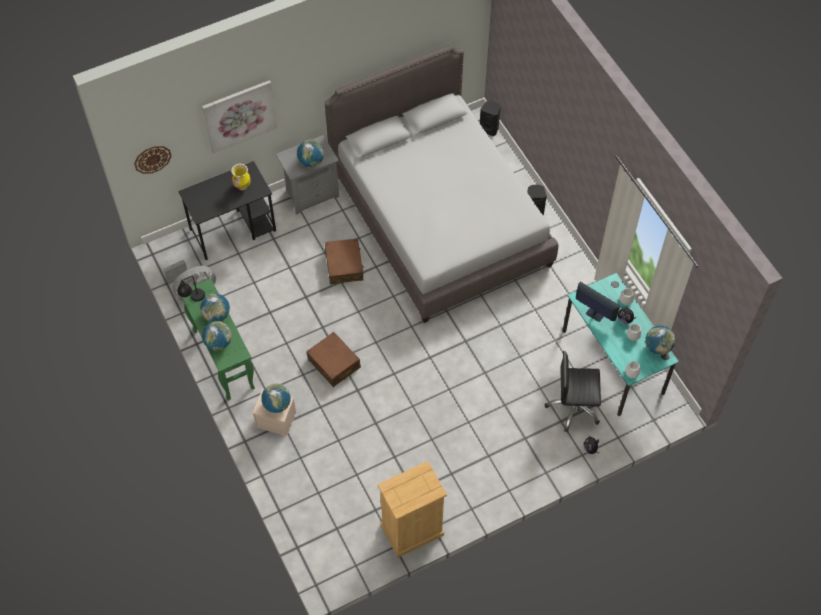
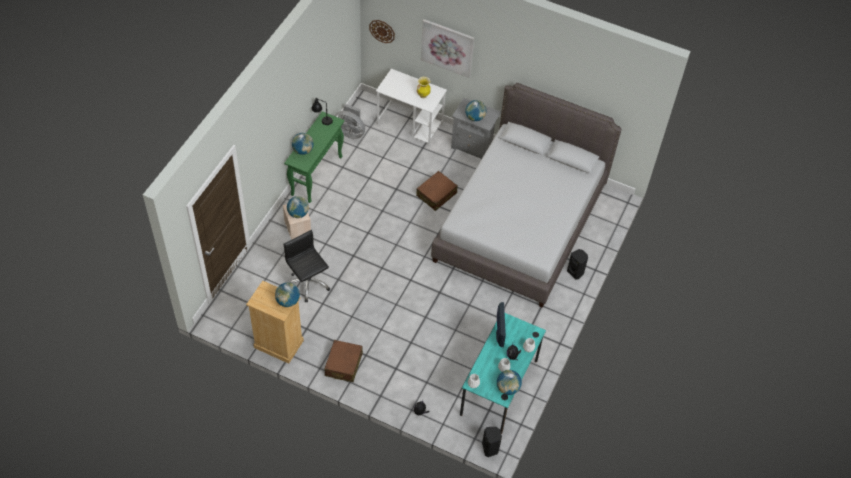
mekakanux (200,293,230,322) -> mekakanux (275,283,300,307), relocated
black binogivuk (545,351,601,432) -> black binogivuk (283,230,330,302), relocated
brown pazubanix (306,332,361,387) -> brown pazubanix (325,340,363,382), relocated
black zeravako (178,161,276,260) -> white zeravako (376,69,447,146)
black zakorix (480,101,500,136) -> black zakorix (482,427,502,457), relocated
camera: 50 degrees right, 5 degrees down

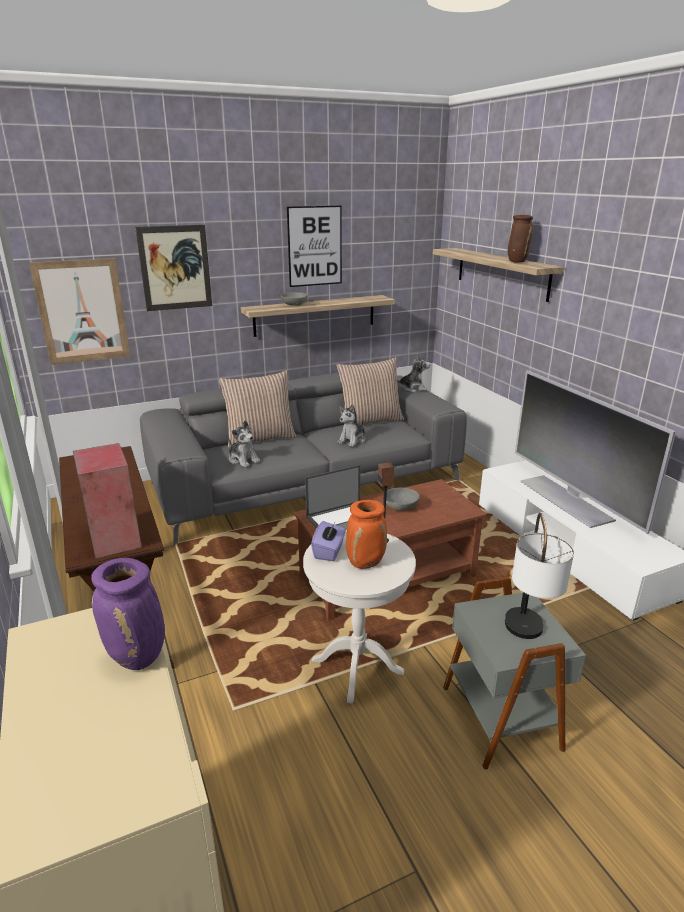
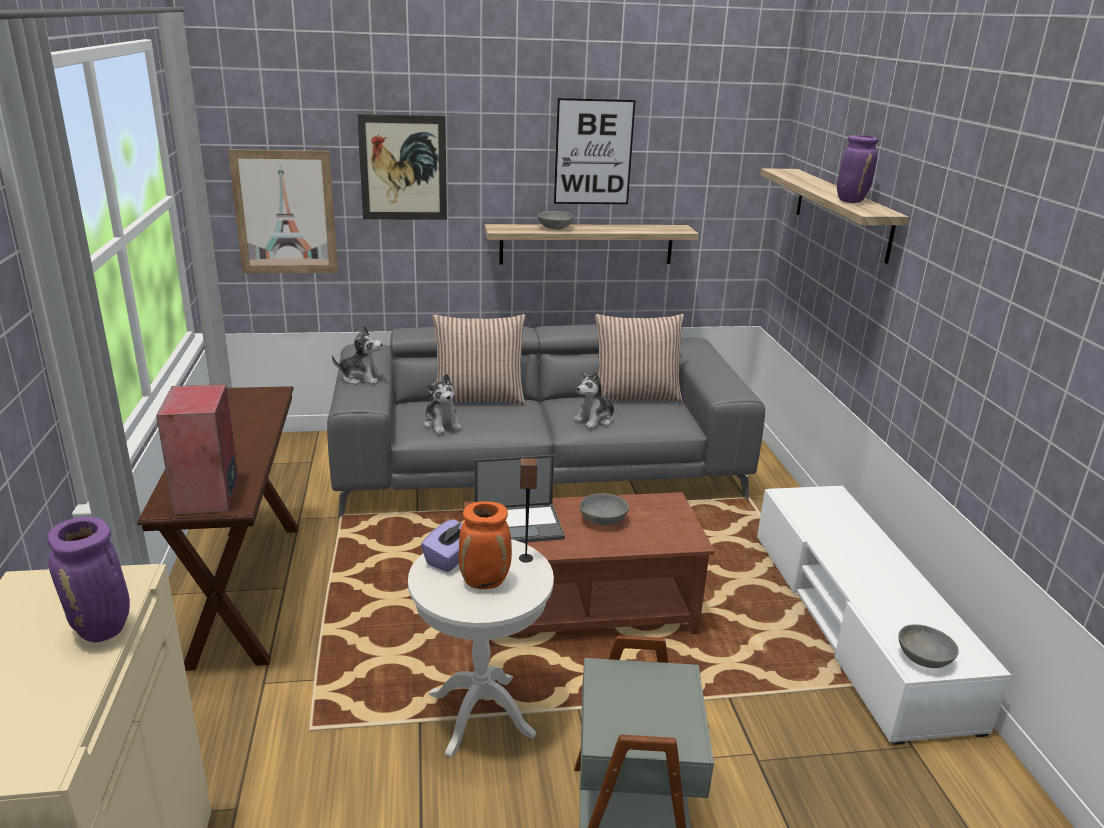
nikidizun (397,353,430,392) -> nikidizun (332,325,383,385), relocated
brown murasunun (508,215,533,263) -> purple murasunun (837,135,878,203)
none -> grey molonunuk (898,625,959,668)
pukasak (505,513,574,639) -> none
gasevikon (515,370,676,534) -> none
camera: 15 degrees right, 0 degrees up

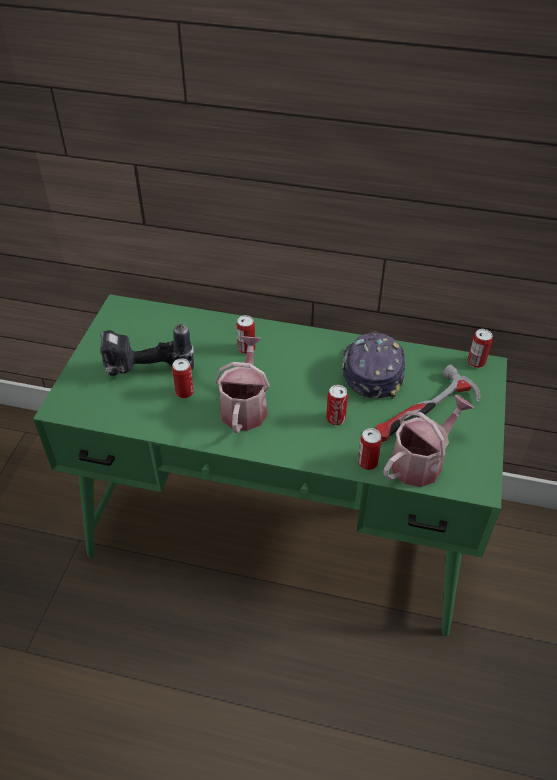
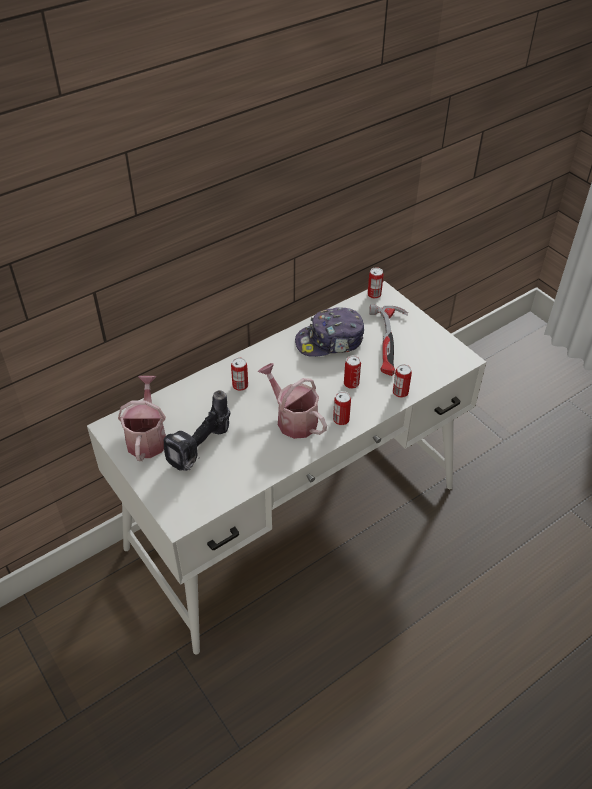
green zeravako (33,294,507,636) -> white zeravako (87,281,486,654)
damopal (383,395,474,487) -> damopal (118,376,166,461), relocated
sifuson (342,331,406,399) -> sifuson (295,307,364,357), 60 degrees counterclockwise
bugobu (172,358,194,398) -> bugobu (333,391,351,425), relocated
camera: 50 degrees left, 0 degrees up

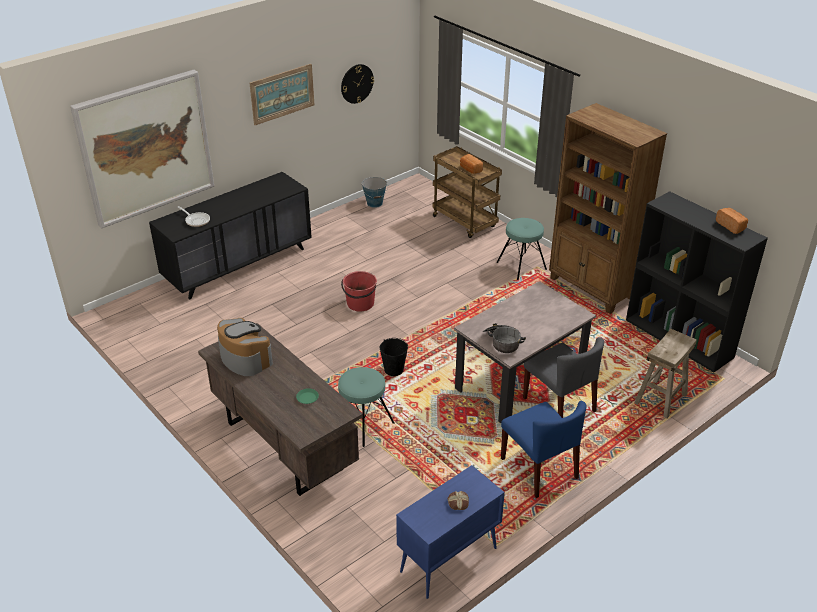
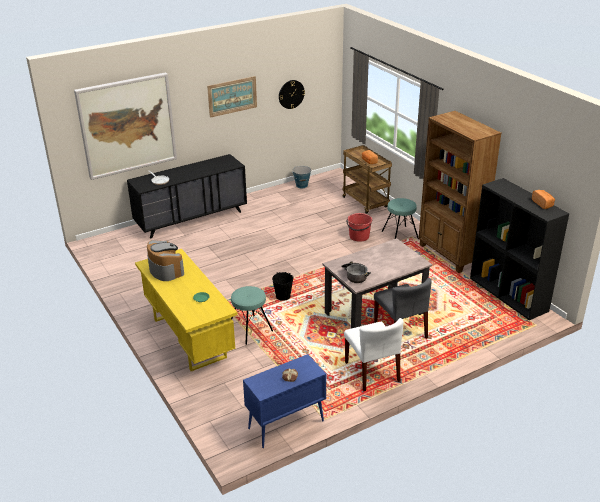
brown zeravako (198,323,363,496) -> yellow zeravako (135,249,238,371)
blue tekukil (501,401,586,498) -> white tekukil (344,318,403,391)
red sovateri (341,271,377,311) -> red sovateri (347,213,372,242), relocated
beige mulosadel (634,329,697,419) -> none
camera: 10 degrees right, 5 degrees down

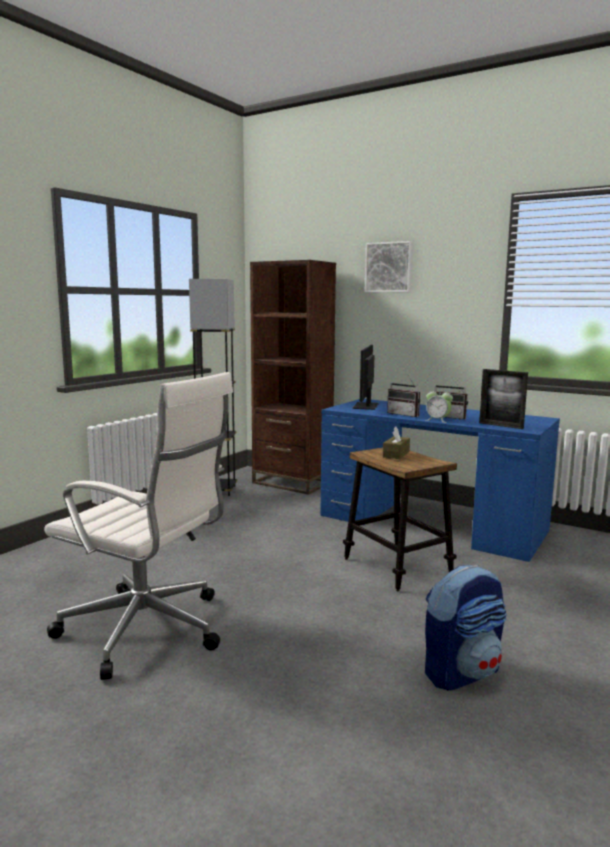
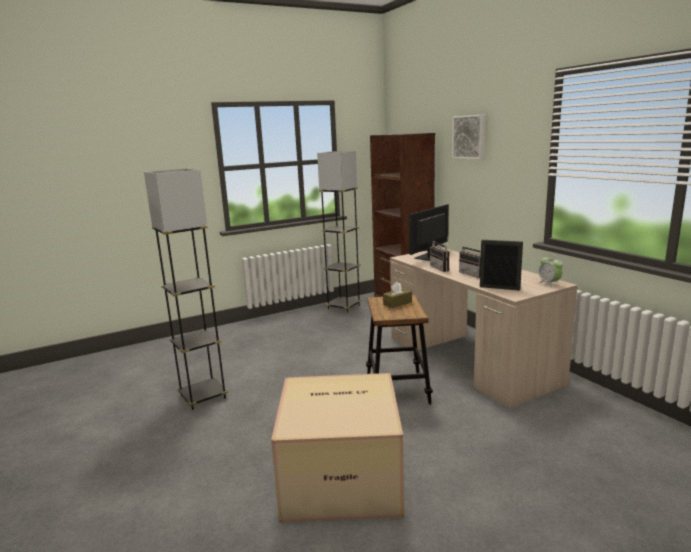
white binogivuk (44,372,233,680) -> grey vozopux (144,168,228,410)
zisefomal (425,565,507,691) -> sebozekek (271,373,404,522)
blue zeravako (320,399,560,562) -> beige zeravako (390,248,578,408)
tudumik (479,369,528,429) -> tudumik (480,240,523,291), 135 degrees clockwise
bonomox (426,388,453,423) -> bonomox (538,254,563,287), relocated
camera: 30 degrees right, 5 degrees up

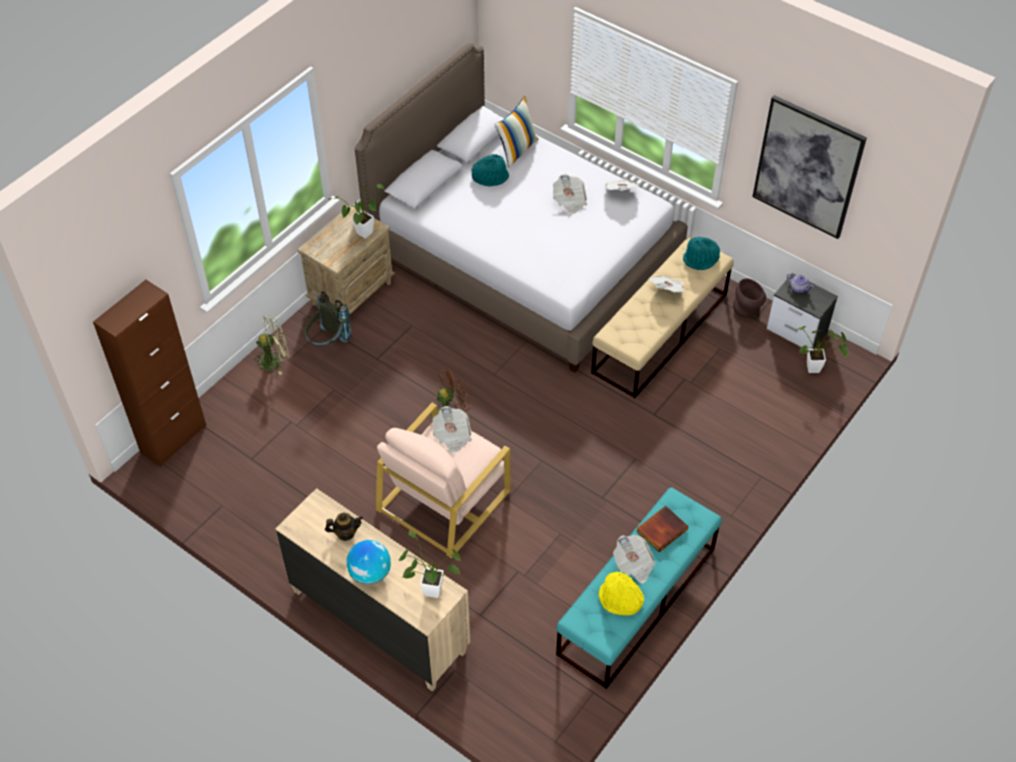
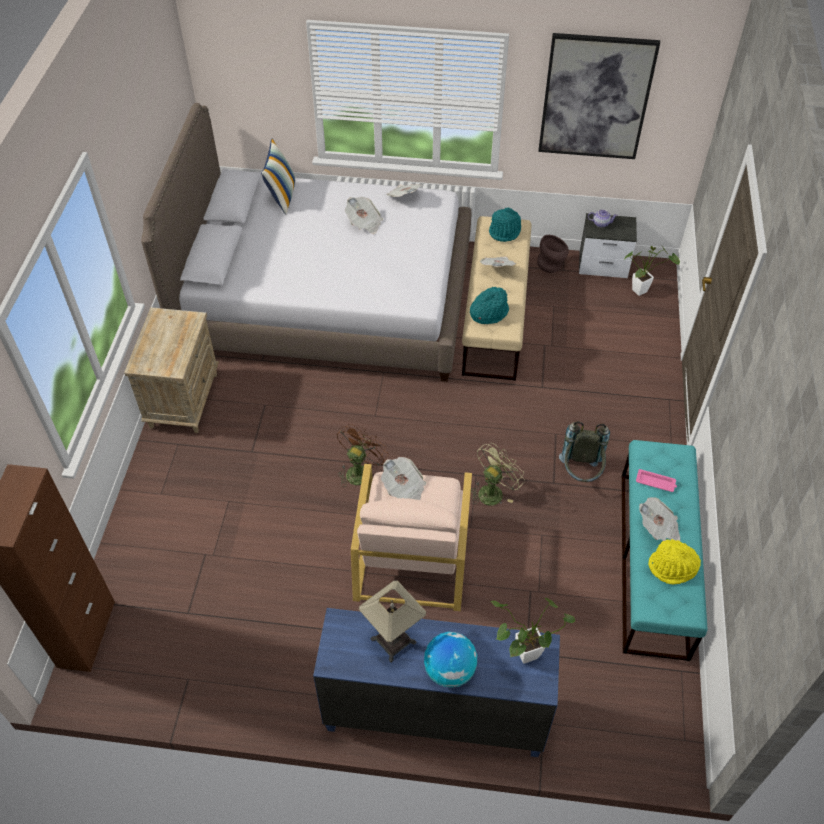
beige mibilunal (275,488,470,692) -> blue mibilunal (313,608,560,757)
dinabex (325,513,363,541) -> pukasak (359,580,426,662)
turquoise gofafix (471,154,509,186) -> turquoise gofafix (470,287,509,324), relocated
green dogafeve (252,315,289,375) -> green dogafeve (471,443,525,506), relocated
grey zisefomal (305,291,352,346) -> grey zisefomal (559,421,610,482), relocated
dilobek (637,506,688,552) -> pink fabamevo (636,469,677,492)
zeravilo (328,184,384,239) -> none
camera: 30 degrees left, 0 degrees up

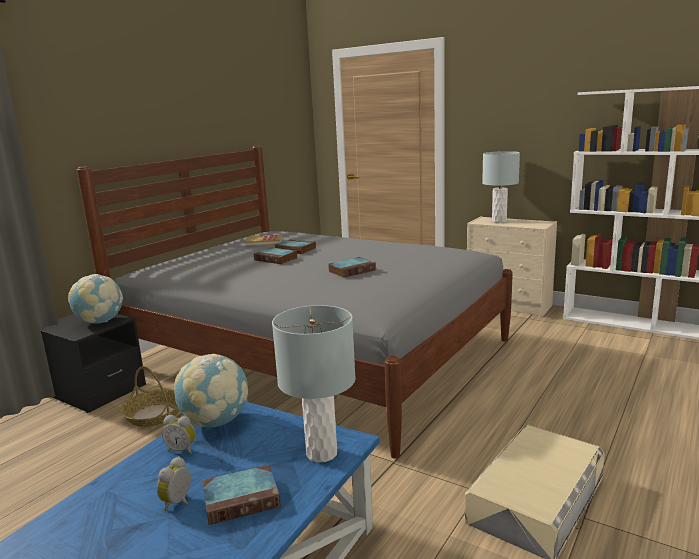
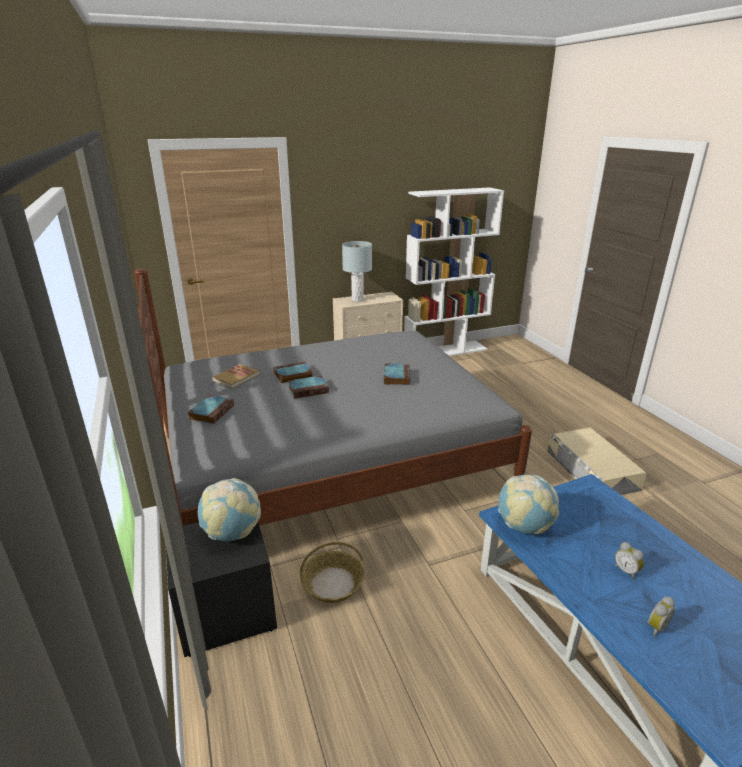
dilobek (202,465,281,525) -> dilobek (188,395,234,424), relocated
bonomox (162,415,196,454) -> bonomox (647,596,675,636), relocated
grey pukasak (272,305,356,462) -> none
camera: 55 degrees left, 10 degrees up

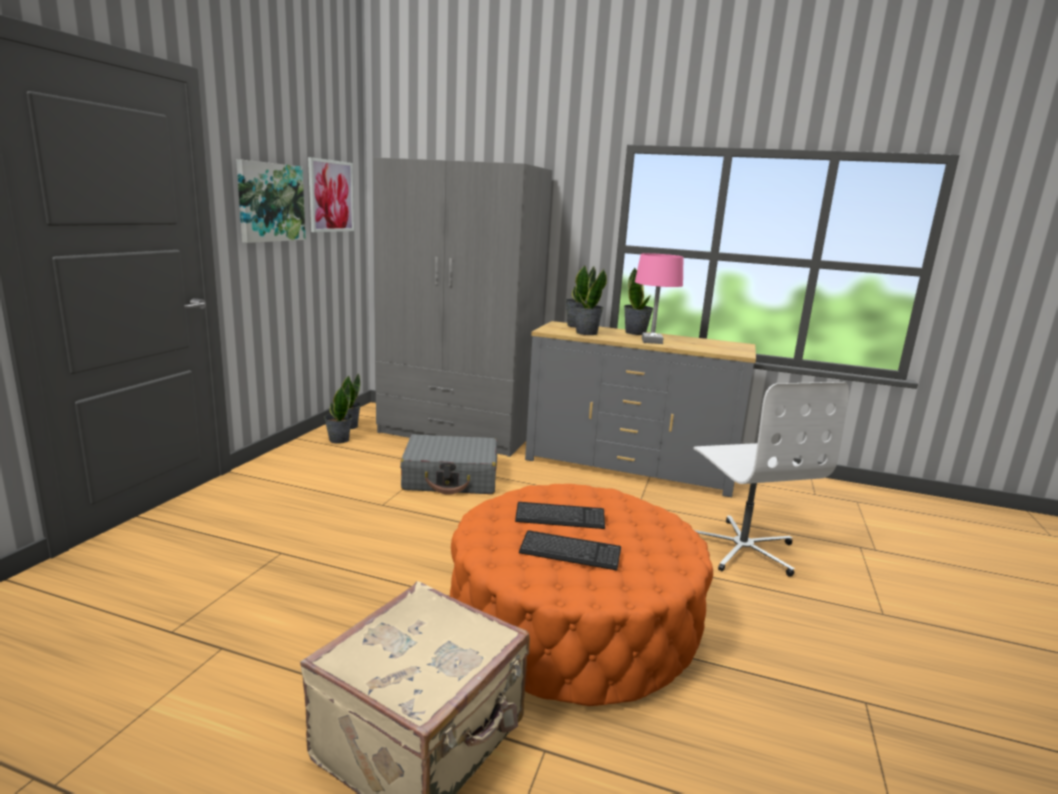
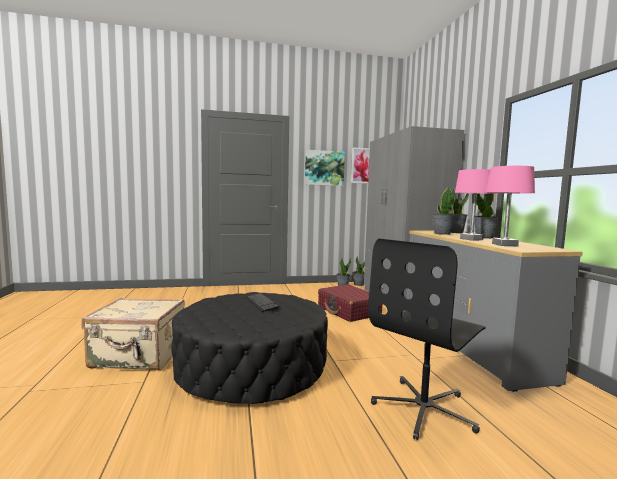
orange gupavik (450,484,713,706) -> black gupavik (171,292,328,404)
grey pazubanix (400,434,497,495) -> red pazubanix (318,284,382,322)
white binogivuk (693,382,849,577) -> black binogivuk (368,239,486,440)
none -> pink pukasak (486,166,535,246)
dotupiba (519,530,621,571) -> none
camera: 60 degrees right, 10 degrees down

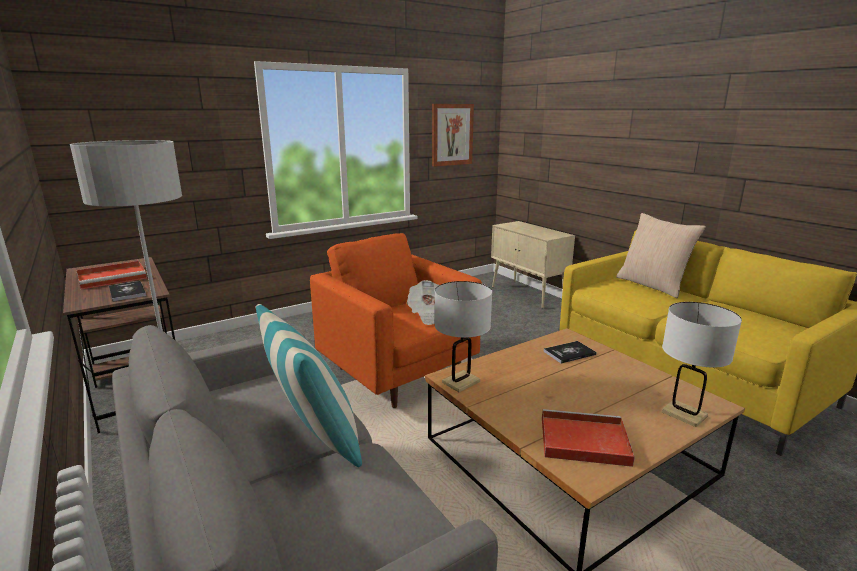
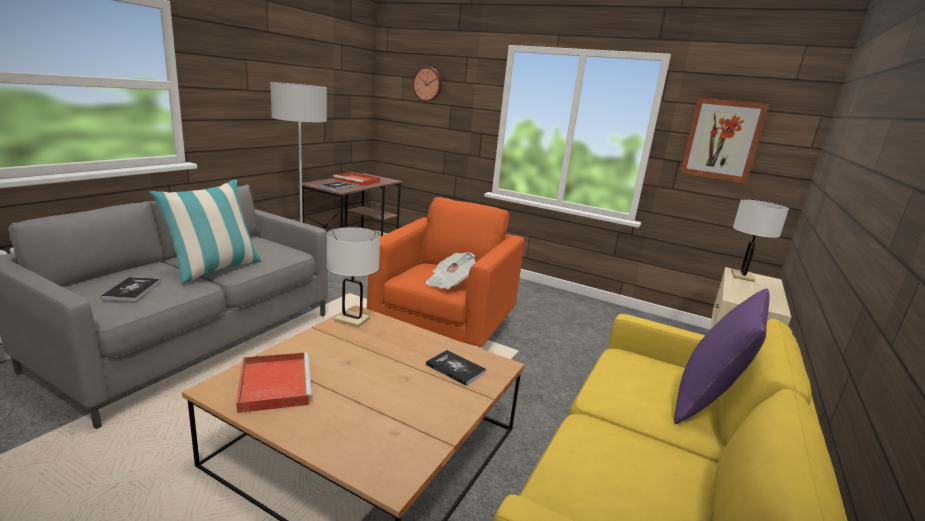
none -> dilobek (100,277,161,301)
none -> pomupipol (412,67,442,102)
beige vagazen (616,213,706,298) -> purple vagazen (674,288,769,424)
white pukasak (662,302,742,427) -> white pukasak (731,199,789,282), relocated
camera: 60 degrees right, 0 degrees up

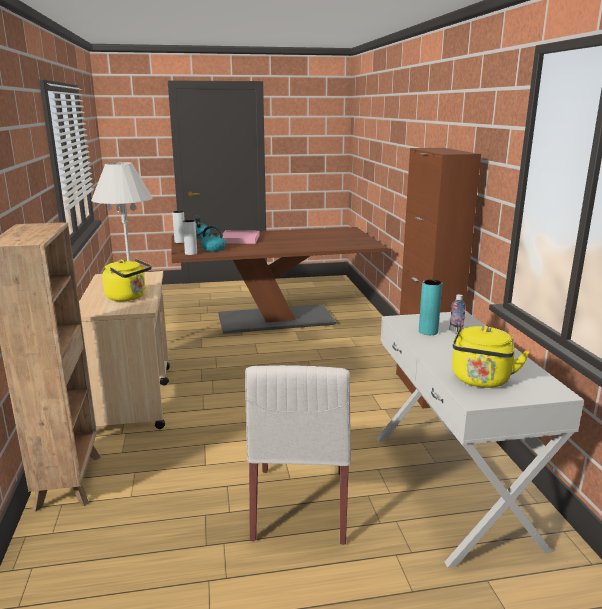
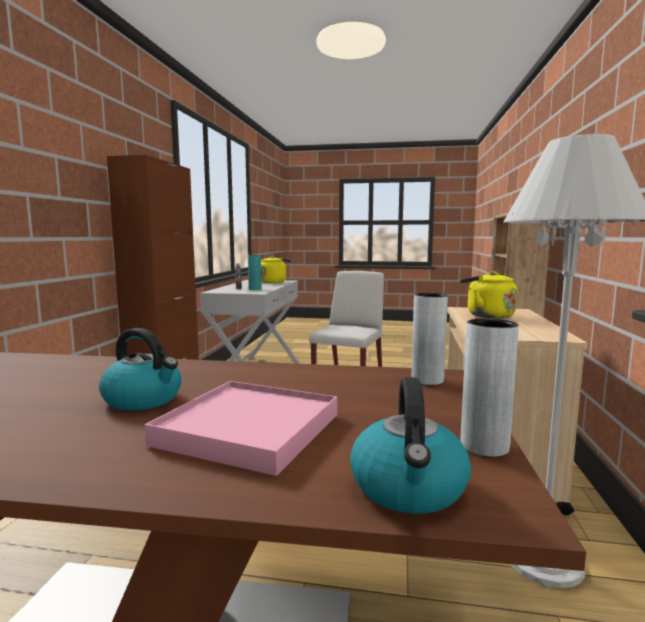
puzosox (197,225,226,251) -> puzosox (99,328,182,411), relocated
camera: 160 degrees left, 10 degrees down

